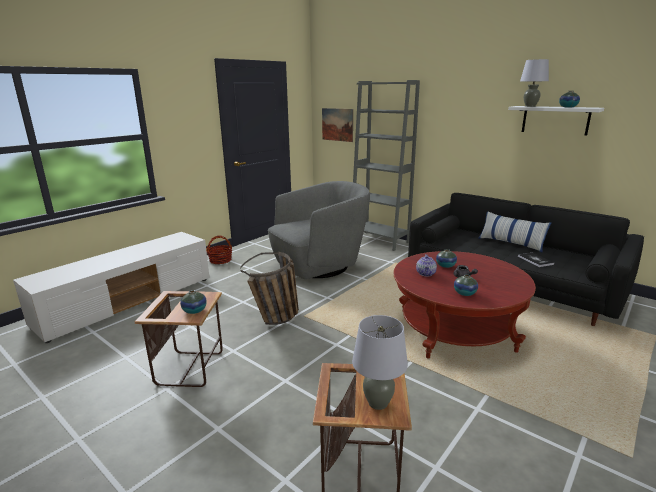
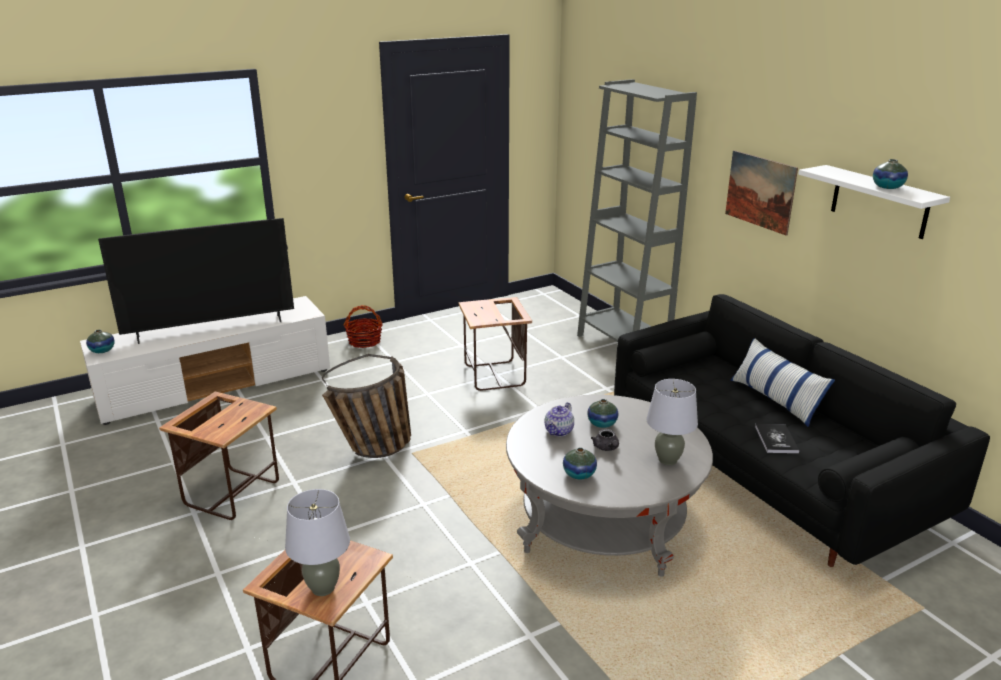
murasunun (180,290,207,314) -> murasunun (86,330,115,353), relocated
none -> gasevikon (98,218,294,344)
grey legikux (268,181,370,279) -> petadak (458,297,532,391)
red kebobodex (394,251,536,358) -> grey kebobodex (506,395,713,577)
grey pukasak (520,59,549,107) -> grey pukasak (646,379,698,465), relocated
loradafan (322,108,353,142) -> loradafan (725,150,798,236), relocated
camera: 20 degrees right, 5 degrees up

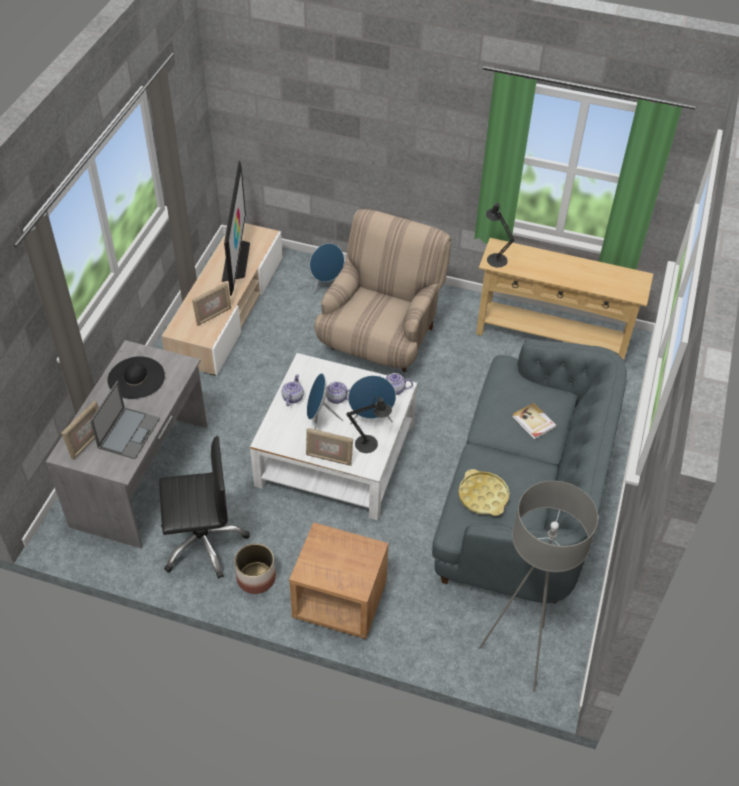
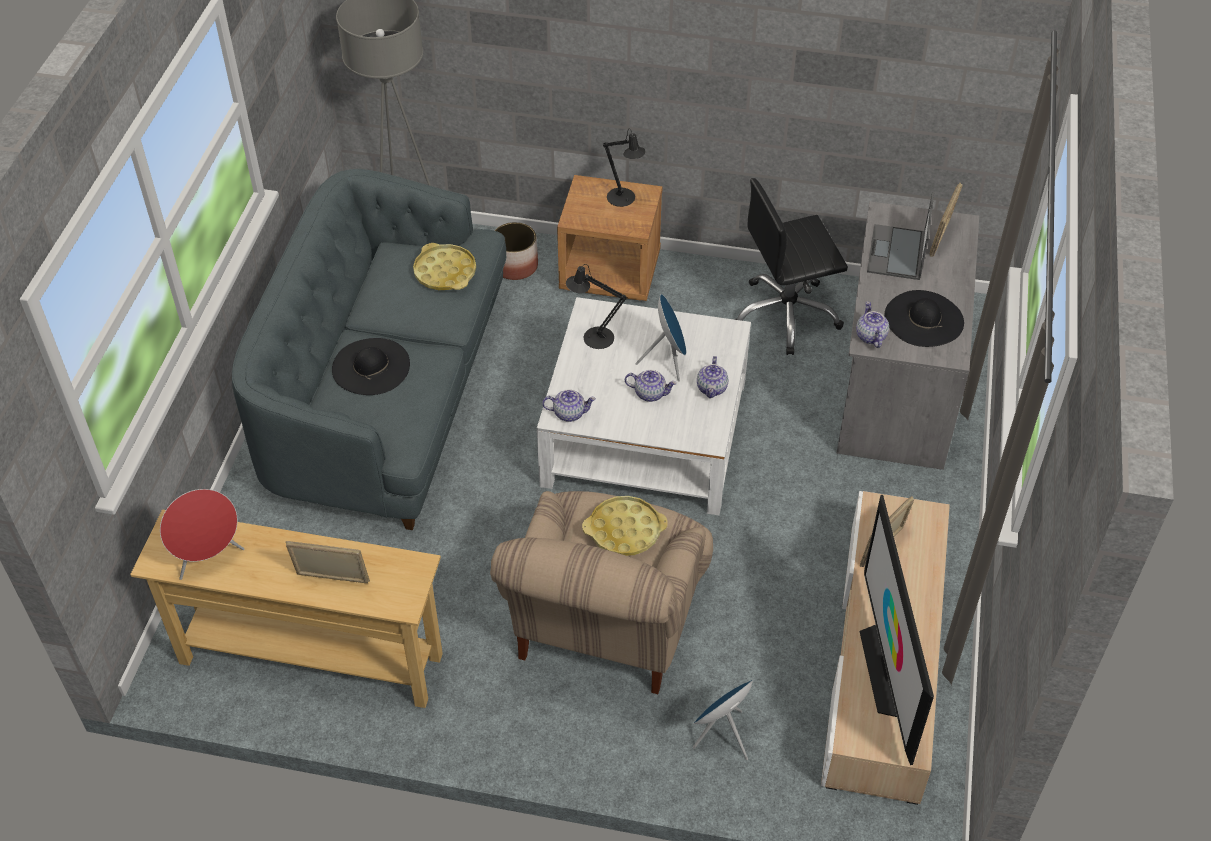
none -> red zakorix (160,489,244,580)
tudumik (306,428,353,466) -> tudumik (286,541,370,583), relocated
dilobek (512,403,557,440) -> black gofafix (332,338,410,395)
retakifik (235,544,276,594) -> retakifik (494,222,538,280), relocated
none -> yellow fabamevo (582,496,668,556)
black pukasak (486,203,515,267) -> black pukasak (603,128,646,207), relocated
none -> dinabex (856,301,889,348)
blue zakorix (348,375,396,424) -> none
camera: 175 degrees right, 0 degrees up

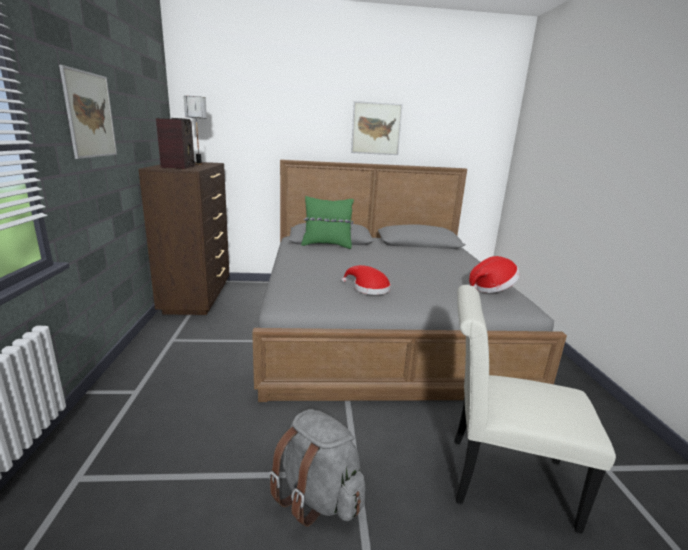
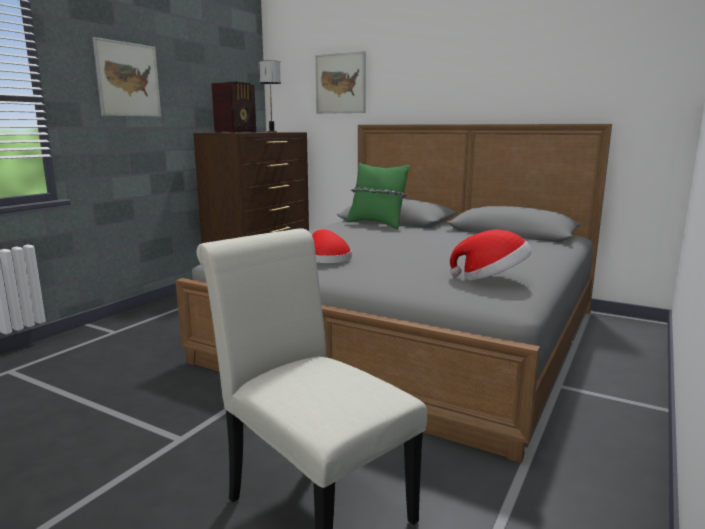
loradafan (351,101,403,155) -> loradafan (315,51,366,114), relocated
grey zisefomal (269,409,365,527) -> none
camera: 35 degrees right, 5 degrees down

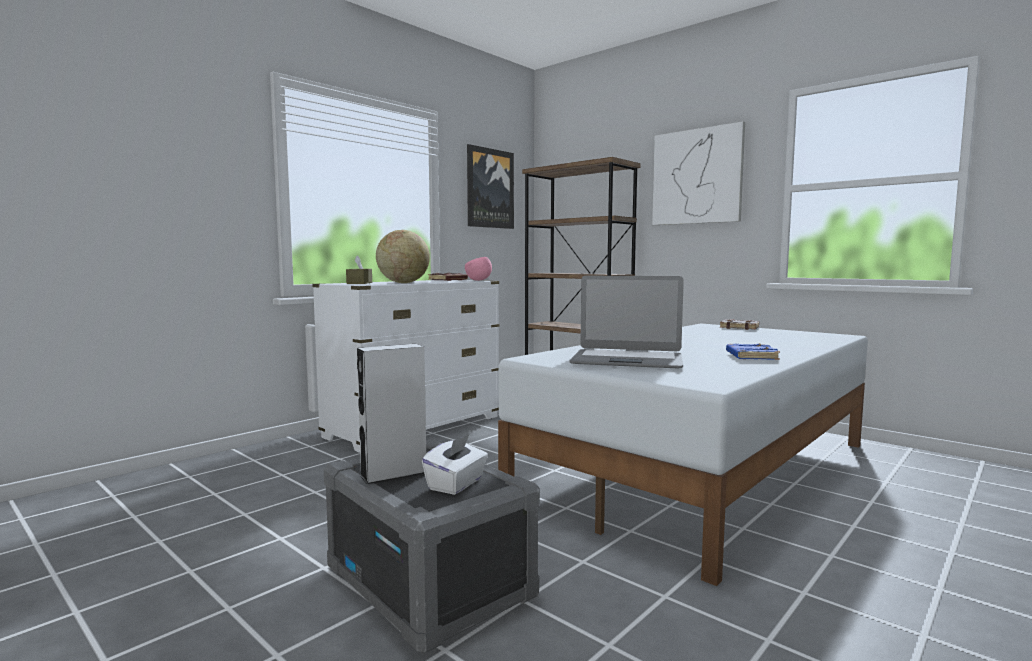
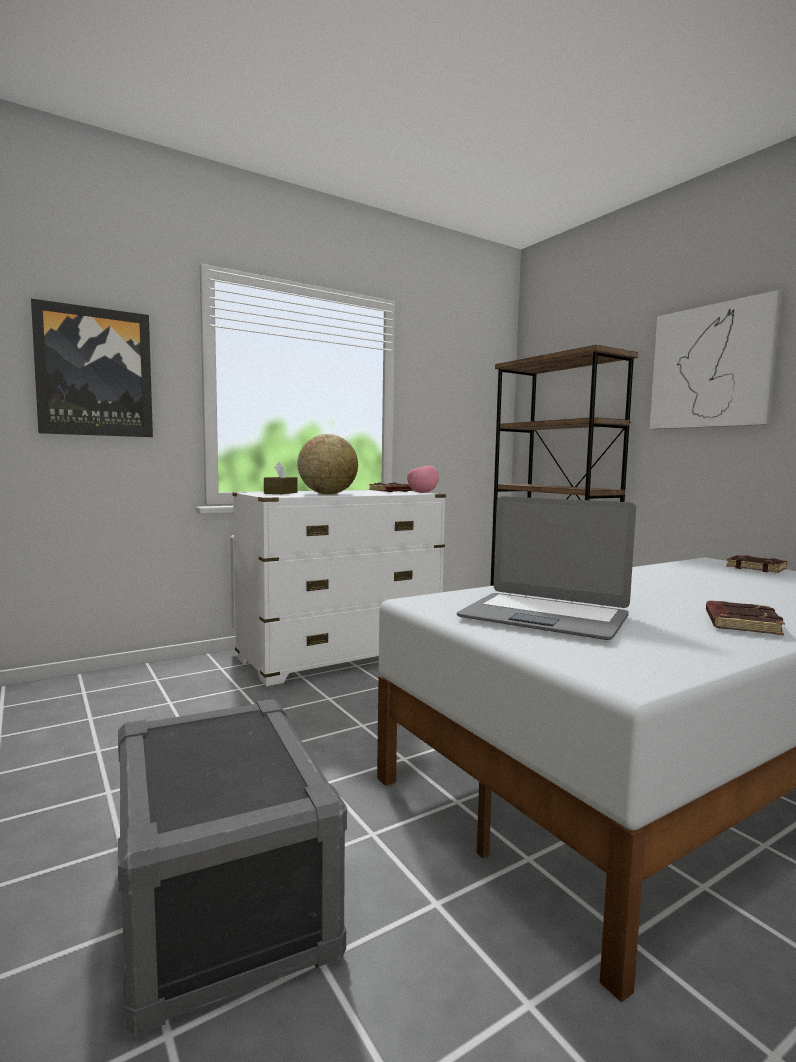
loradafan (467,144,514,229) -> loradafan (31,299,153,437), relocated
blue dilobek (726,343,780,360) -> brown dilobek (706,601,785,635)
grey zakorix (357,344,426,484) -> none
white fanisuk (422,434,488,495) -> none
camera: 15 degrees right, 0 degrees up

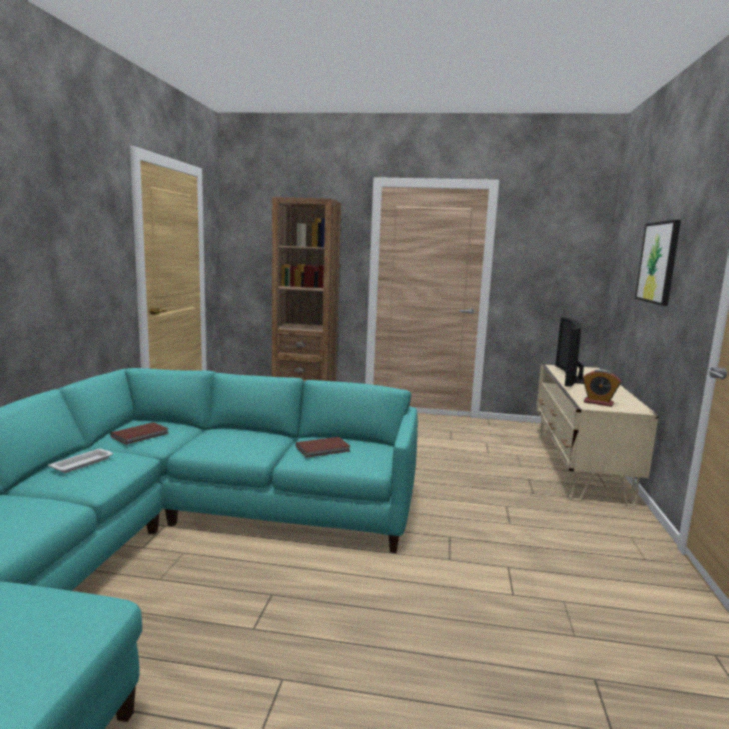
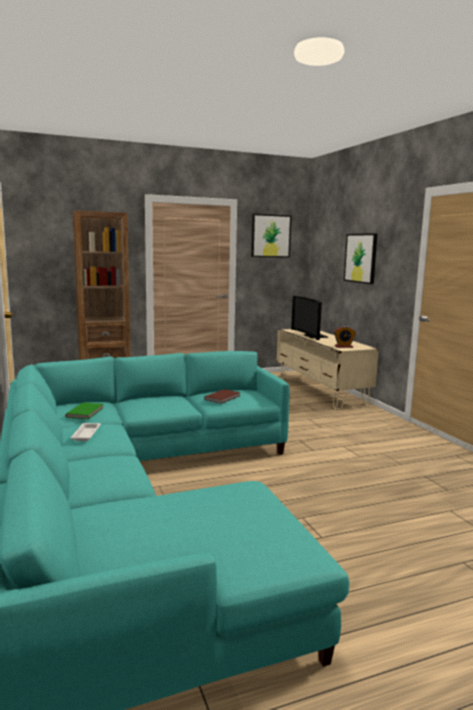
brown dilobek (110,422,169,445) -> green dilobek (65,402,103,419)
none -> loradafan (251,214,292,258)
camera: 30 degrees left, 0 degrees up

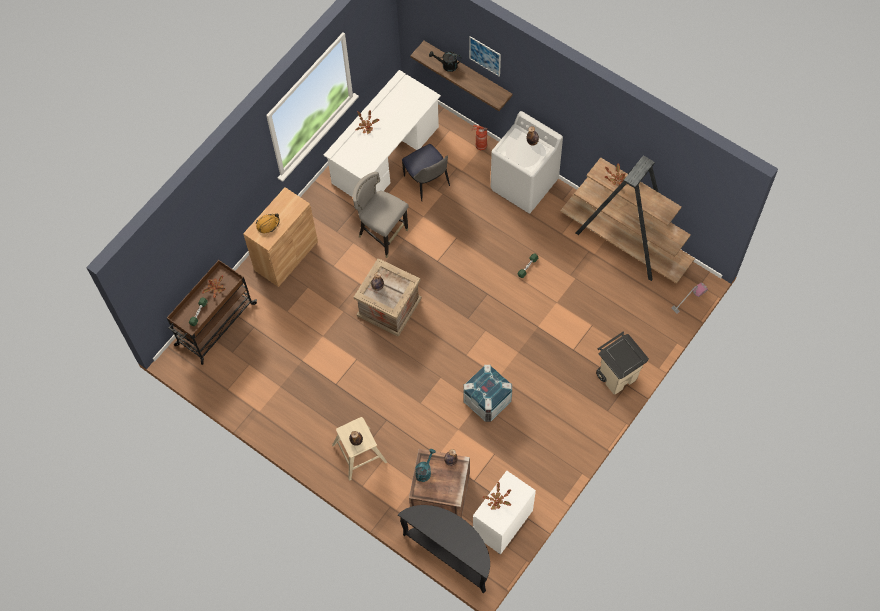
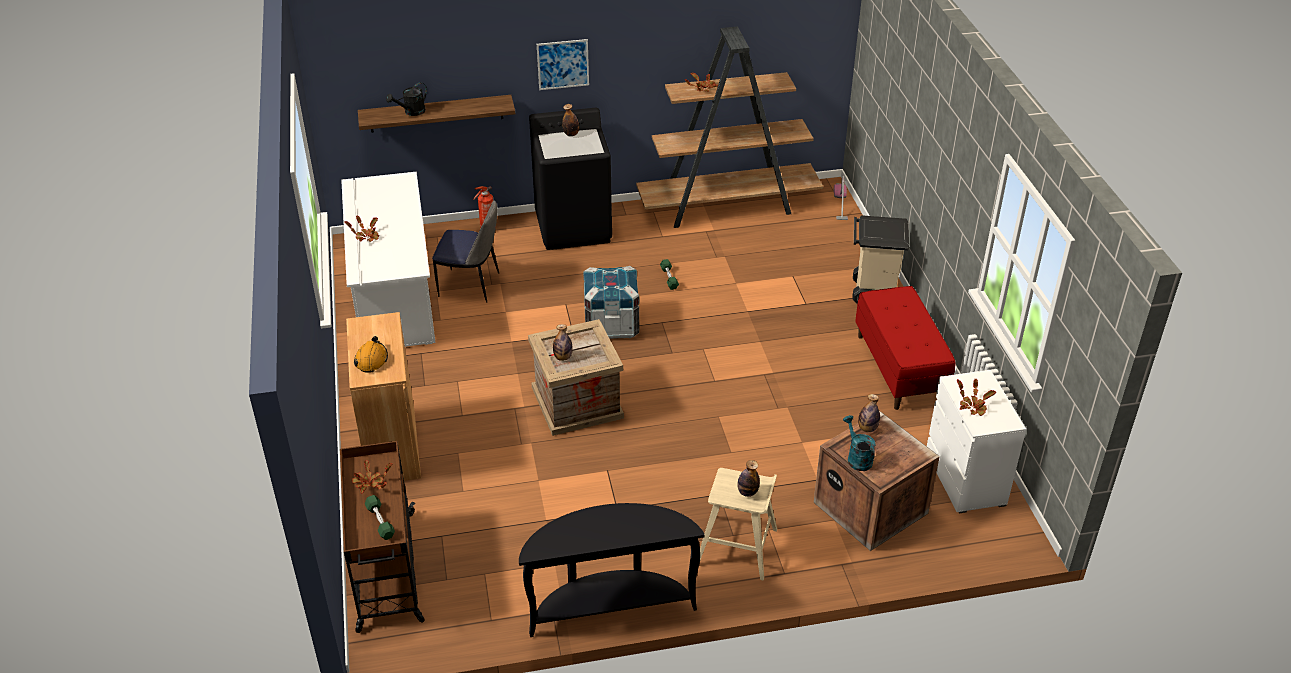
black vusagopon (398,505,490,594) -> black vusagopon (519,503,705,637), relocated
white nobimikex (491,111,563,213) -> black nobimikex (529,108,612,250)
loradafan (469,36,501,77) -> loradafan (537,39,589,90), relocated
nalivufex (463,365,512,422) -> nalivufex (583,266,639,339), relocated
none -> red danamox (855,286,955,410)
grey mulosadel (353,172,409,258) -> none
camera: 50 degrees left, 25 degrees down

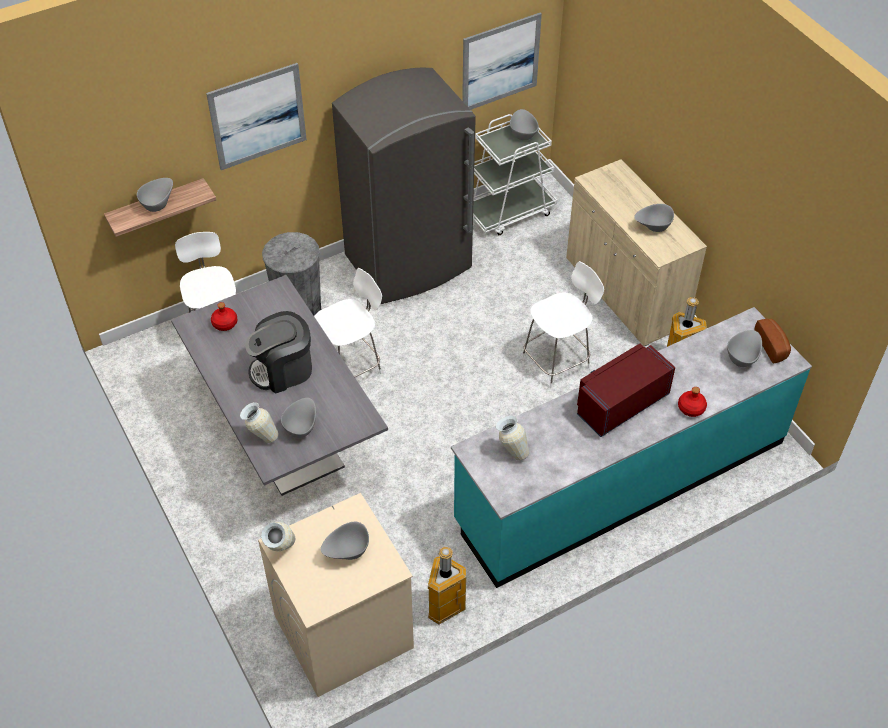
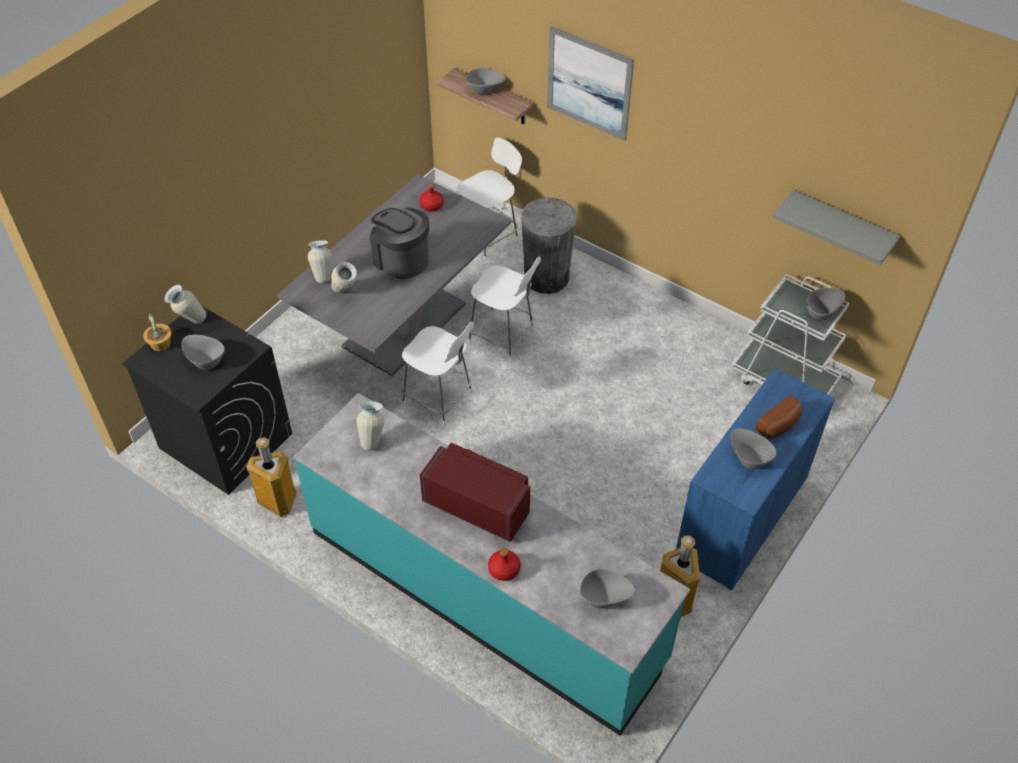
beige nobimikex (258,493,414,697) -> black nobimikex (122,305,292,495)
none -> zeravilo (143,312,172,351)
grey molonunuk (281,398,316,438) -> murasunun (331,262,357,293)
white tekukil (522,261,604,388) -> white tekukil (402,322,474,426), relocated
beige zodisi (566,159,707,346) -> blue zodisi (676,368,835,590)
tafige (755,319,791,363) -> tafige (755,395,803,438), relocated
loradafan (462,13,542,110) -> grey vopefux (772,190,900,265)
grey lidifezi (332,68,476,304) -> none
camera: 65 degrees right, 0 degrees up

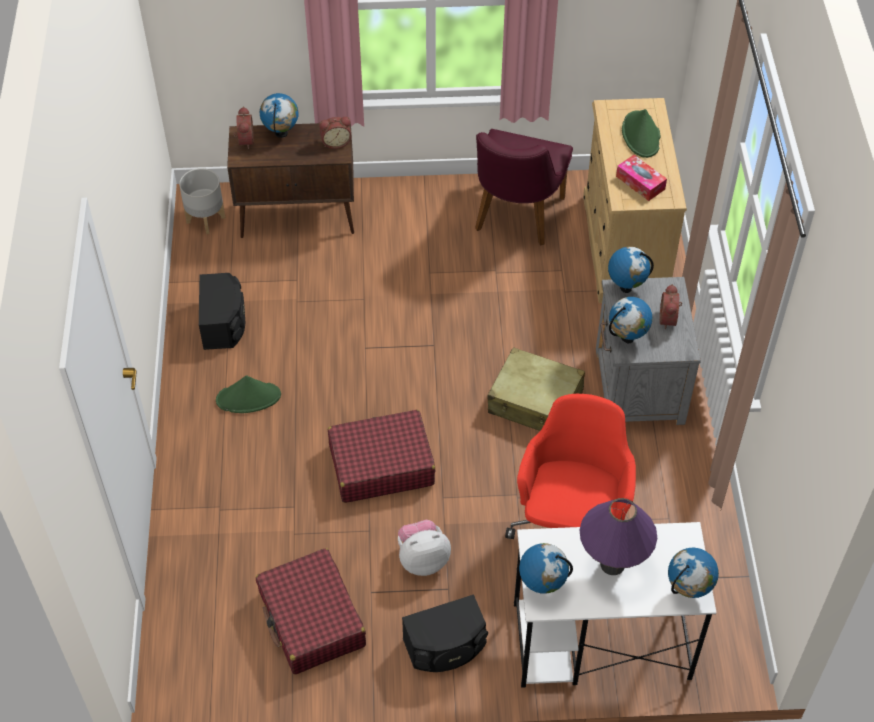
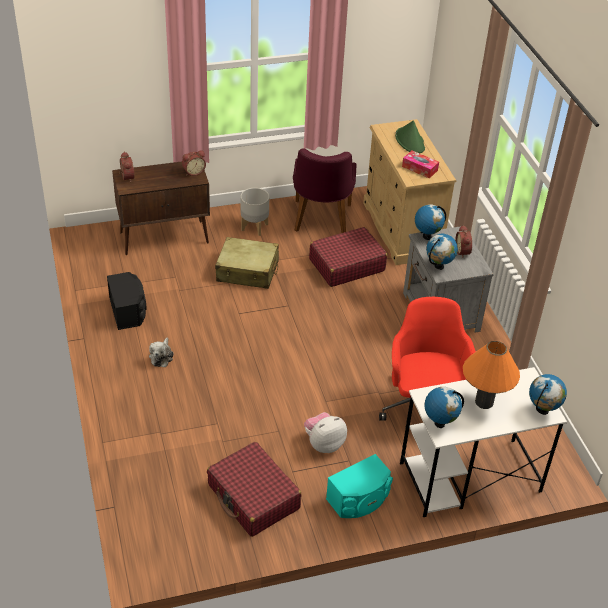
green gofafix (216,376,281,413) -> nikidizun (149,338,174,367)
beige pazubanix (487,347,585,431) -> beige pazubanix (215,237,279,289), relocated
grey retakifik (179,168,225,234) -> grey retakifik (241,188,269,236), relocated
red pazubanix (328,410,435,503) -> red pazubanix (309,227,387,287), relocated
black zakorix (402,594,488,672) -> turquoise zakorix (326,454,393,518)
purple pukasak (579,498,657,575) -> orange pukasak (463,341,520,409)
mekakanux (260,93,299,138) -> none
camera: 15 degrees left, 10 degrees down

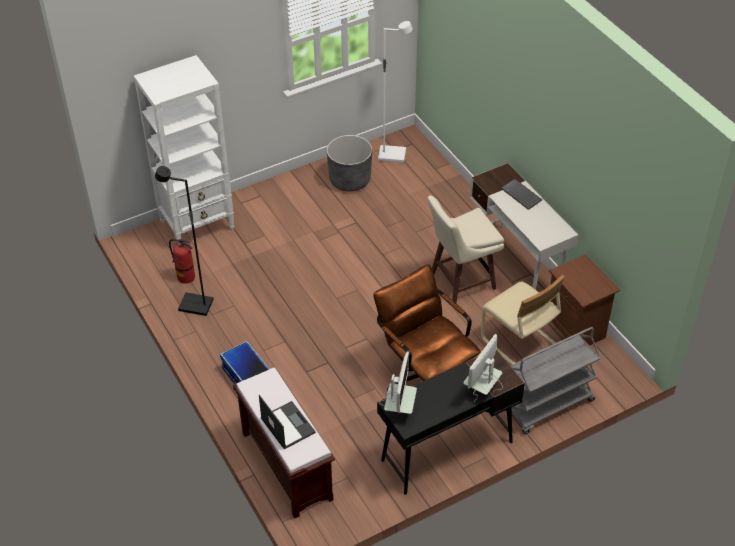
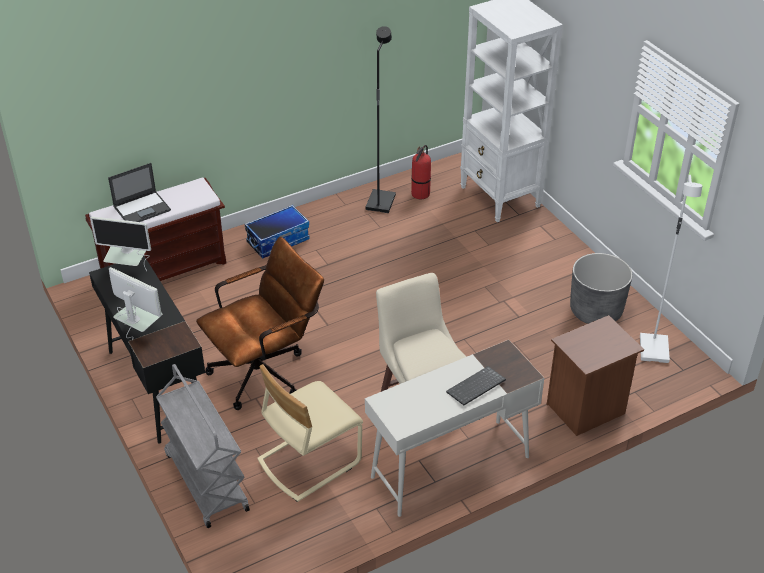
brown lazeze (549,254,620,346) -> brown lazeze (546,315,644,436), relocated
camera: 90 degrees right, 5 degrees down

